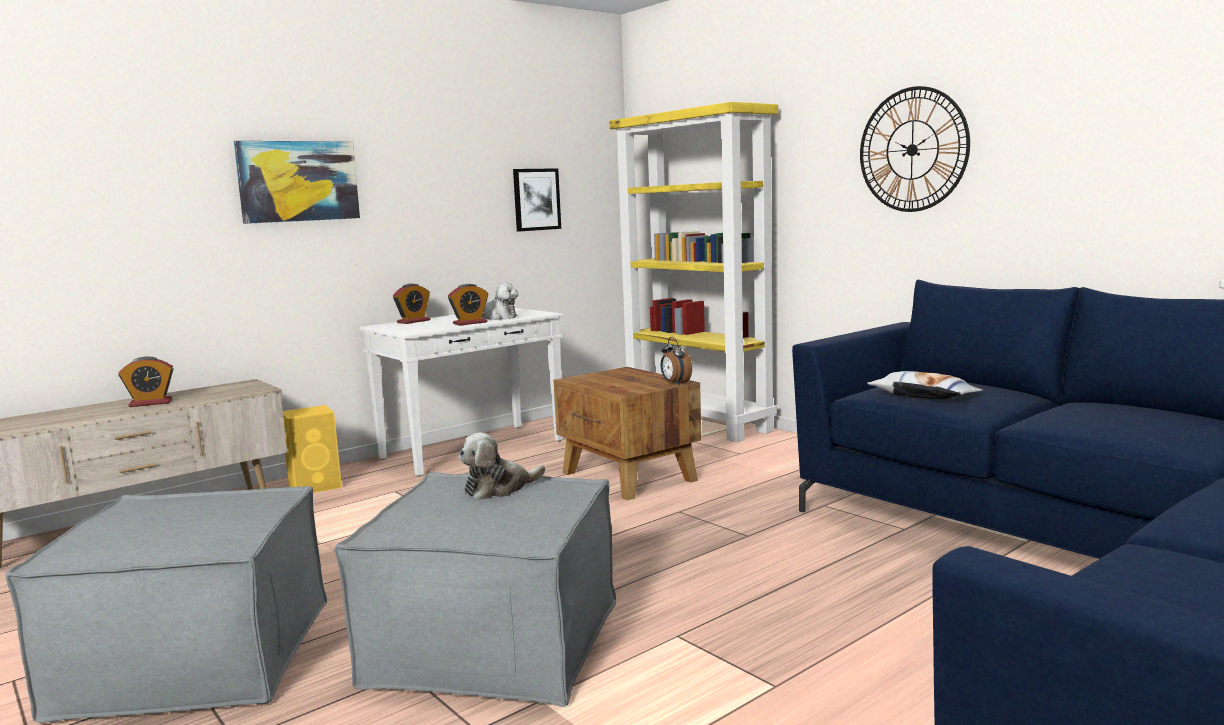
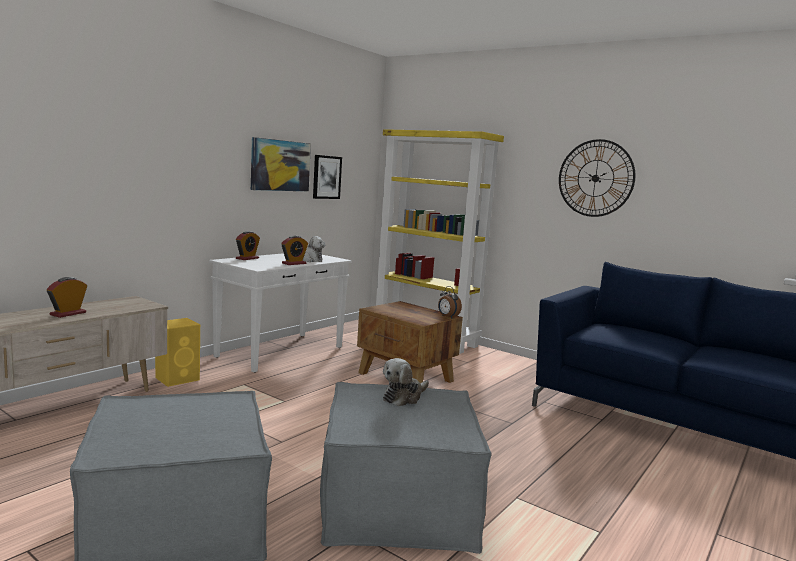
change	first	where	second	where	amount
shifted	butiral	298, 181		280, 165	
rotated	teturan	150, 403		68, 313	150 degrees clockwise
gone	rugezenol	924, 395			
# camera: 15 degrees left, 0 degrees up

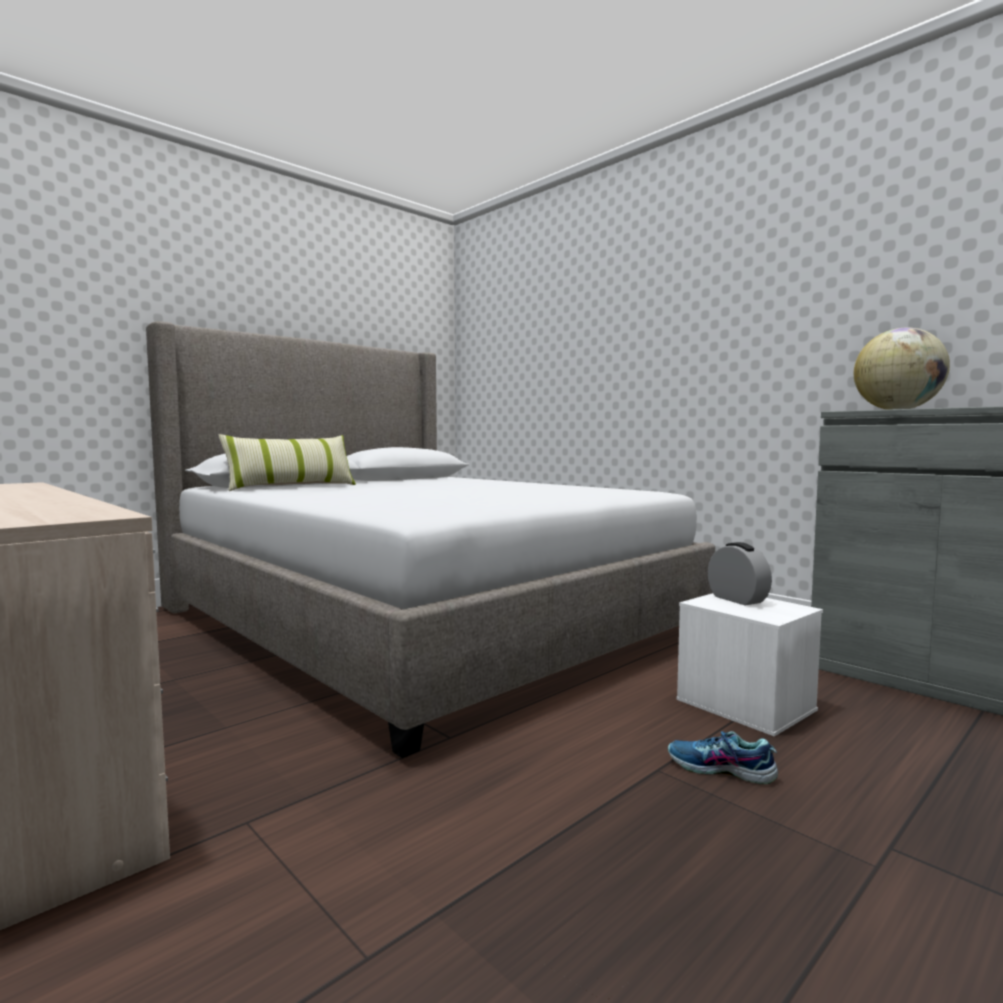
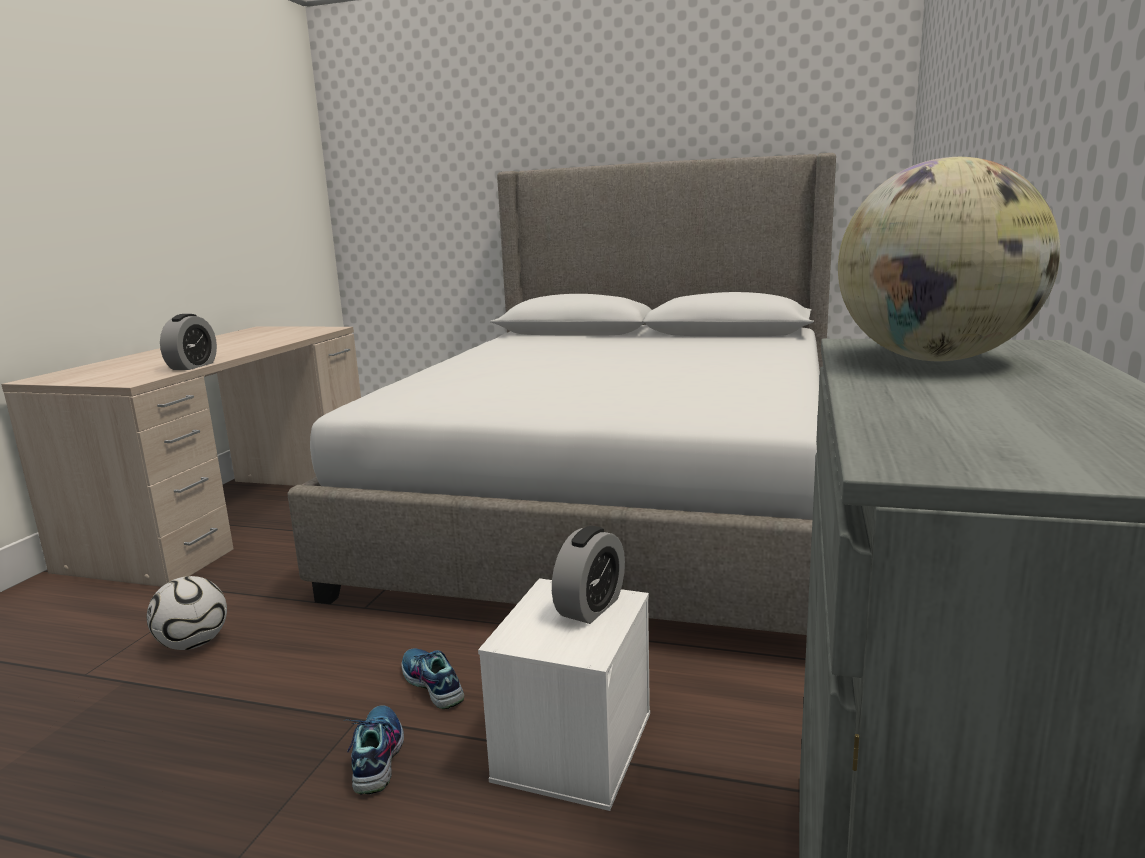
change	first	where	second	where	amount
gone	rugezenol	291, 487			
new			teturan	192, 366	
new			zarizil	194, 644	
new			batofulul	431, 685	
# camera: 60 degrees right, 10 degrees up

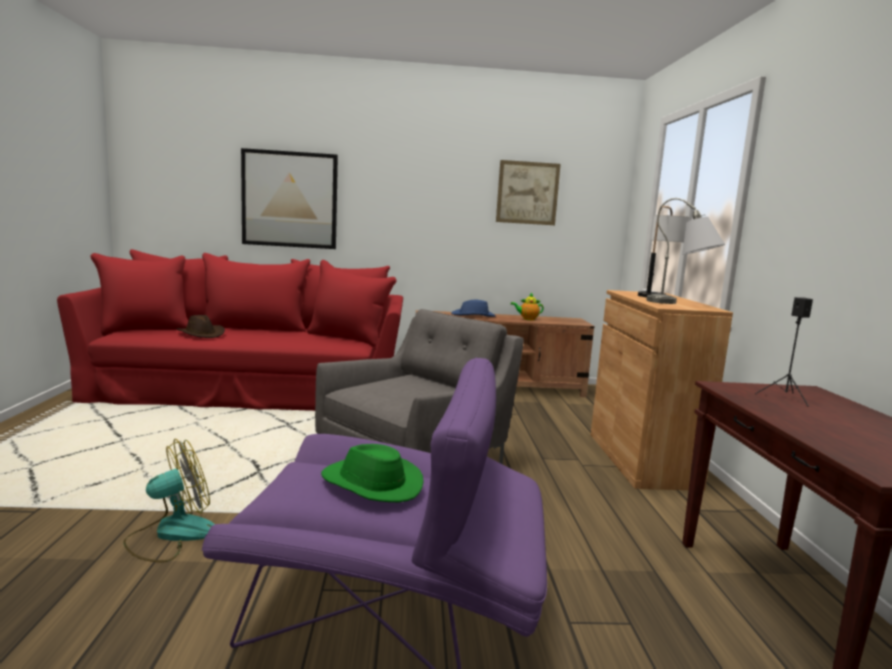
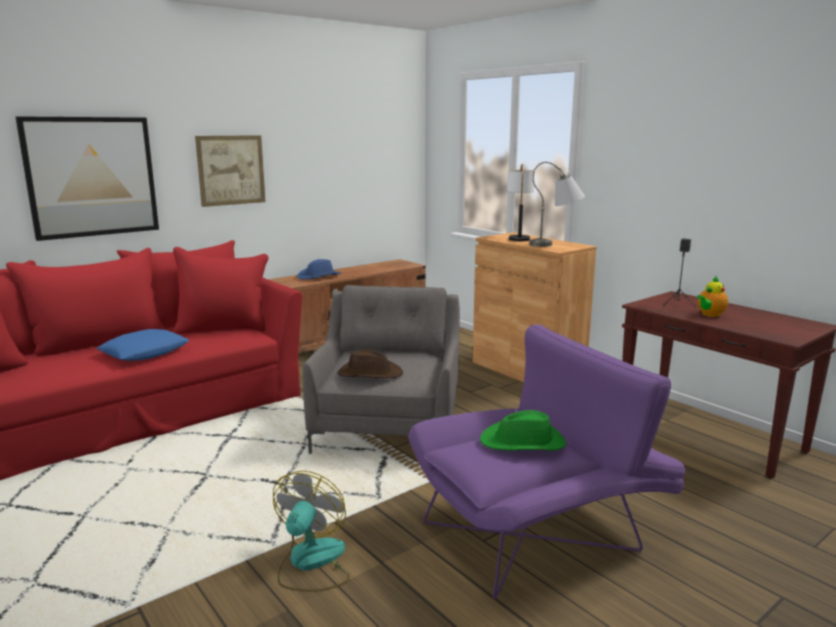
change	first	where	second	where	amount
shifted	butiral	527, 193		231, 170	
shifted	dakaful	527, 319		709, 315	
shifted	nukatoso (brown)	201, 334		369, 374	
new			rugezenol (blue)	145, 352	
# camera: 35 degrees left, 5 degrees up

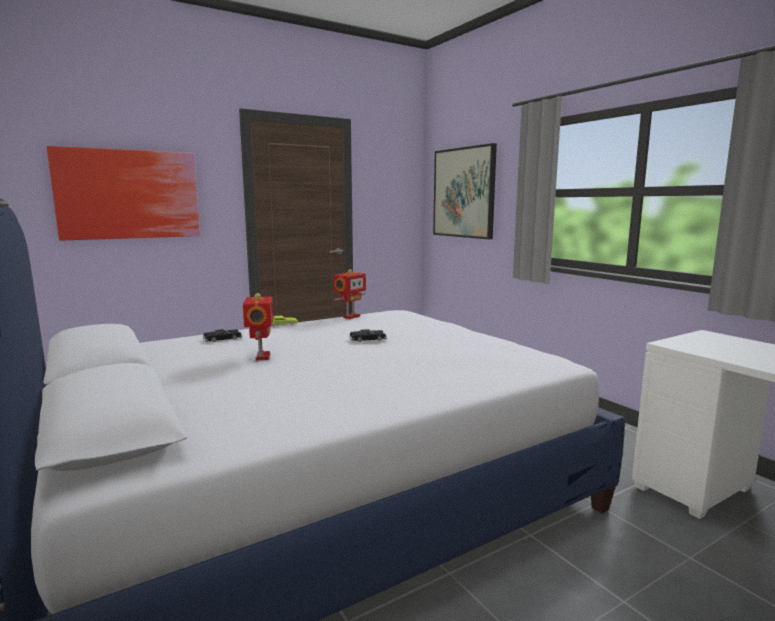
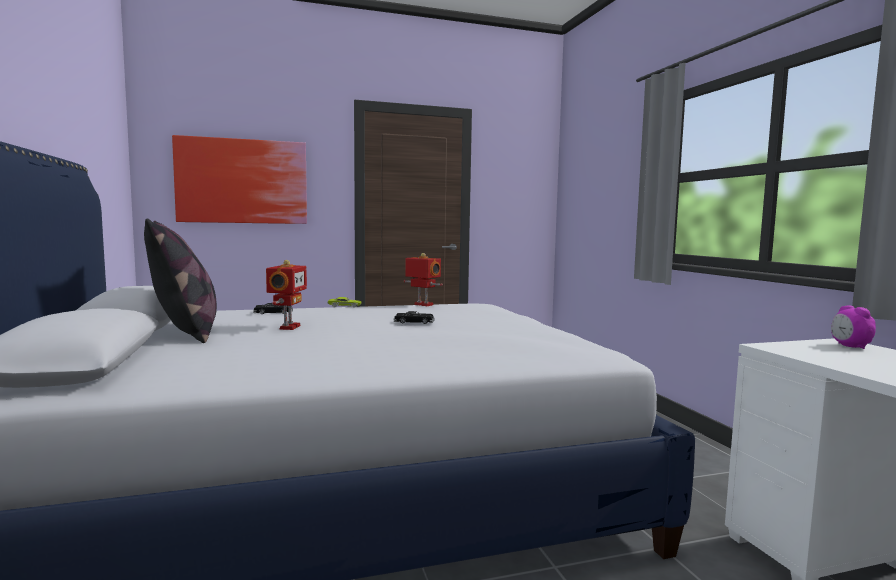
change	first	where	second	where	amount
gone	butiral	464, 193			
rotated	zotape	350, 317		422, 305	105 degrees counterclockwise
new			rugezenol	185, 332	
new			teturan	850, 346	
# camera: 15 degrees right, 5 degrees down

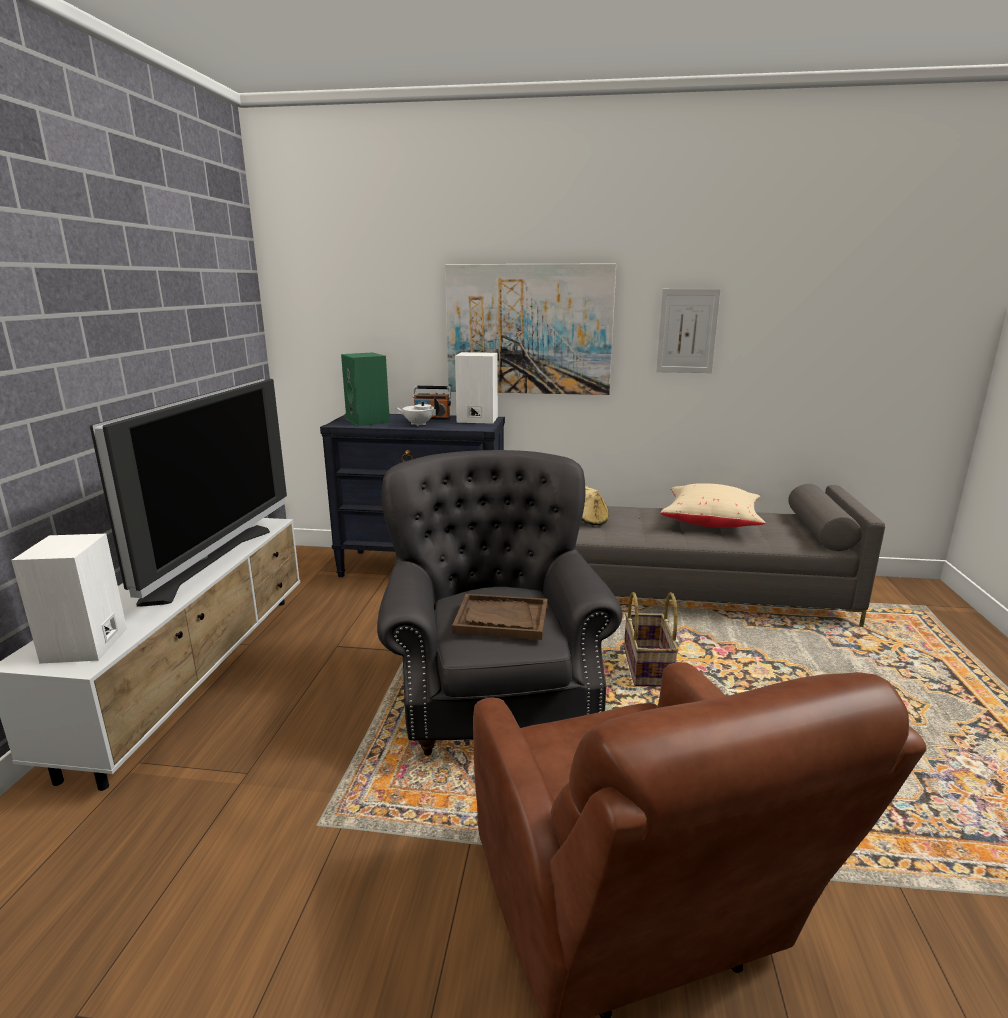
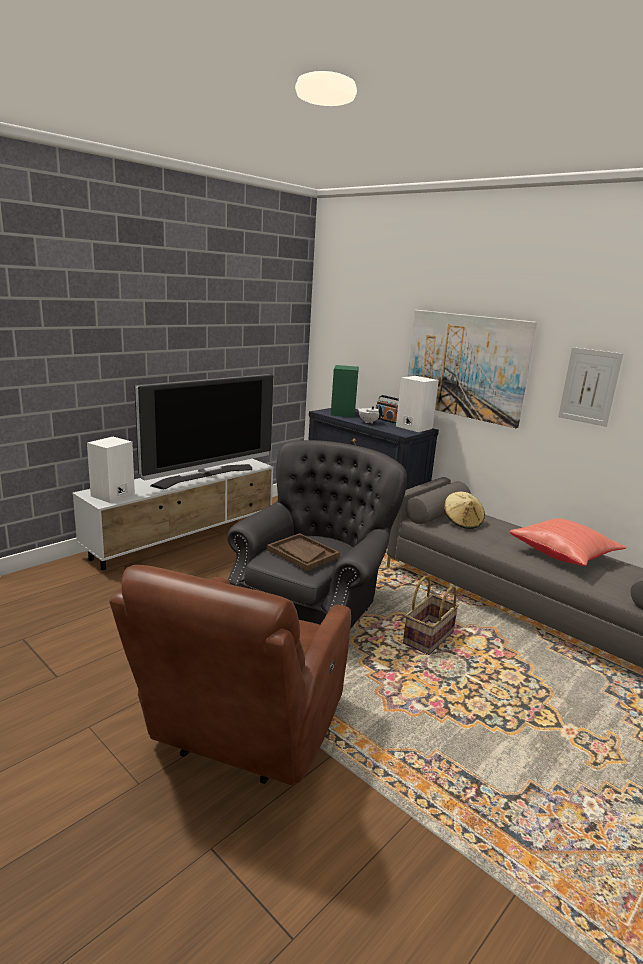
change	first	where	second	where	amount
repainted	rugezenol (beige)	711, 522	rugezenol (red)	564, 555	
# camera: 35 degrees right, 0 degrees up

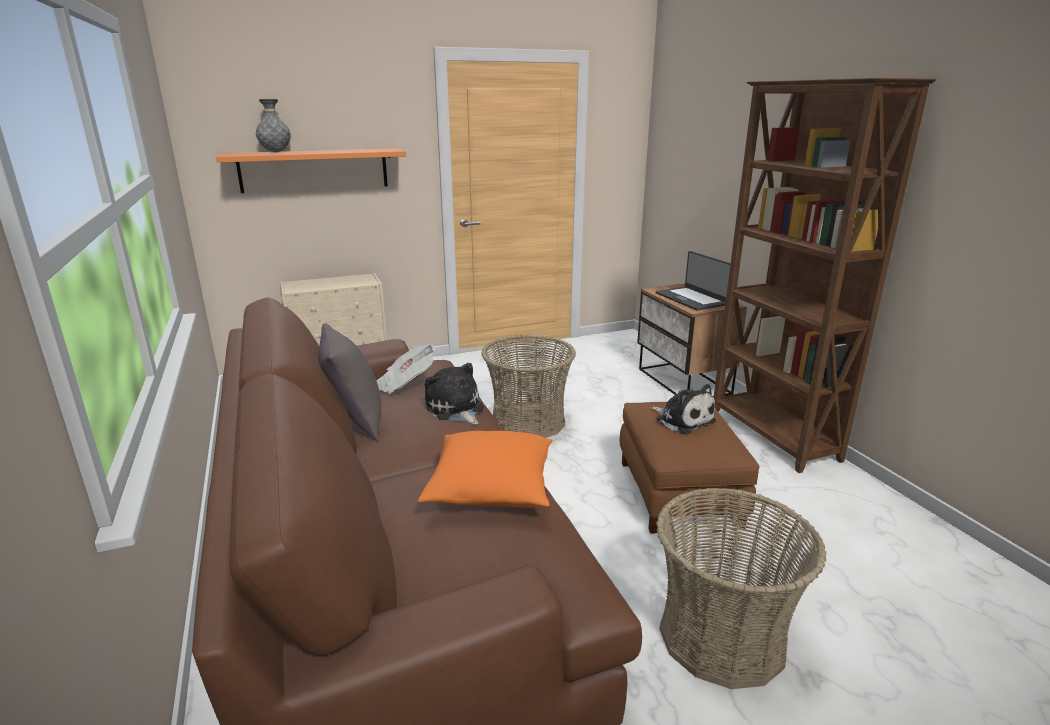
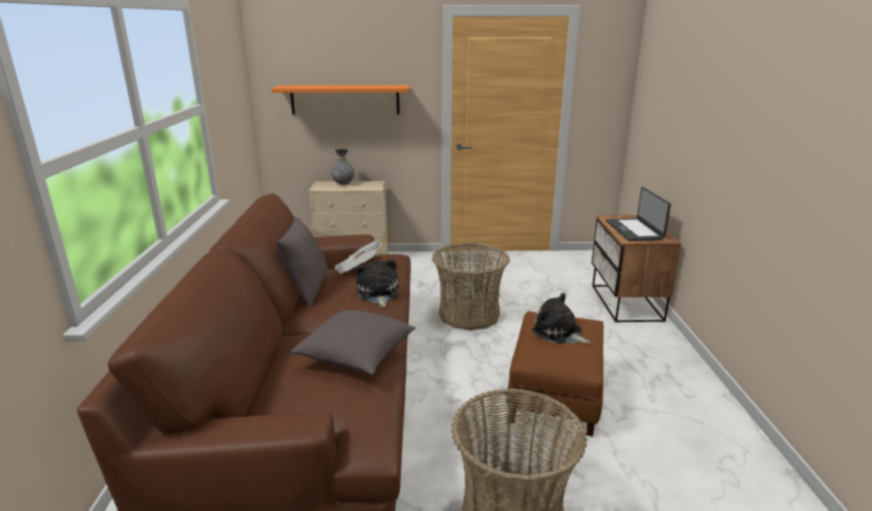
change	first	where	second	where	amount
gone	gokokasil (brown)	772, 436			
shifted	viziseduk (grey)	275, 152		343, 184	
rotated	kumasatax	682, 420		559, 333	150 degrees clockwise
repainted	rugezenol (orange)	492, 490	rugezenol (grey)	357, 357	
# camera: 20 degrees right, 0 degrees up

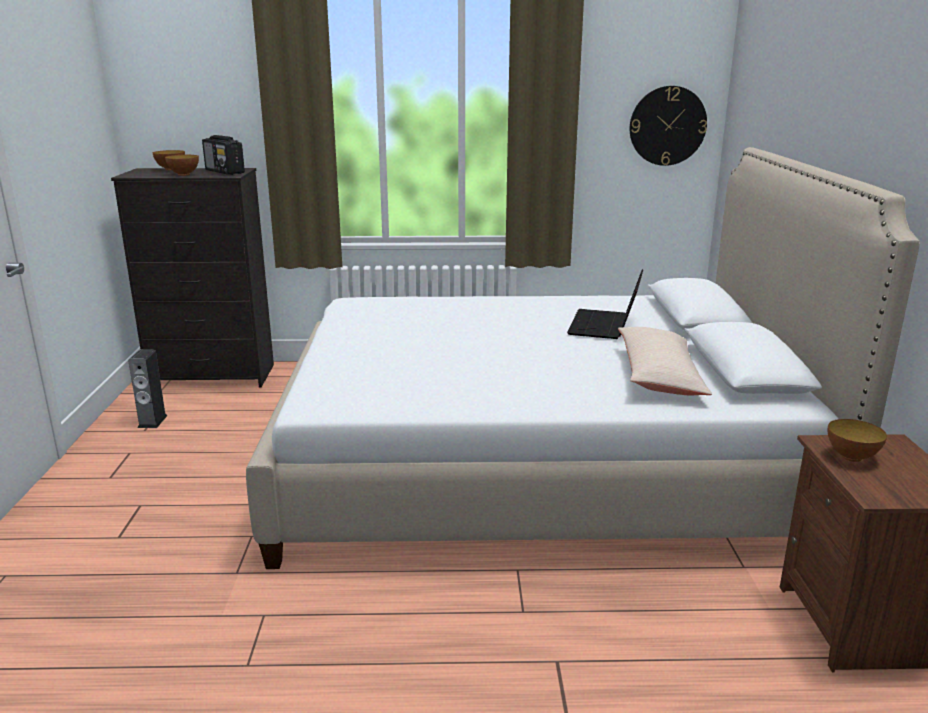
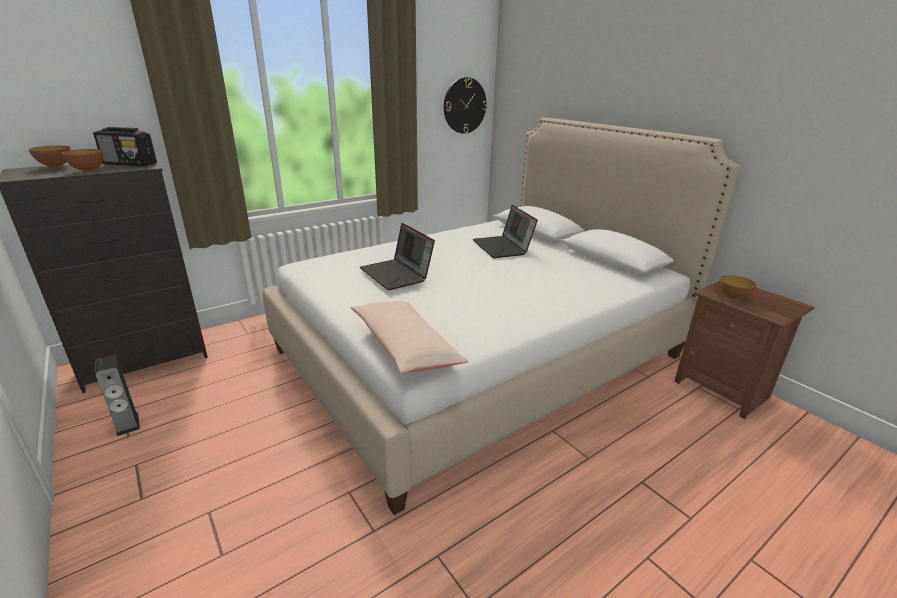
change	first	where	second	where	amount
shifted	rugezenol (beige)	659, 375		405, 346	
new			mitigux	397, 274	
# camera: 35 degrees left, 5 degrees up

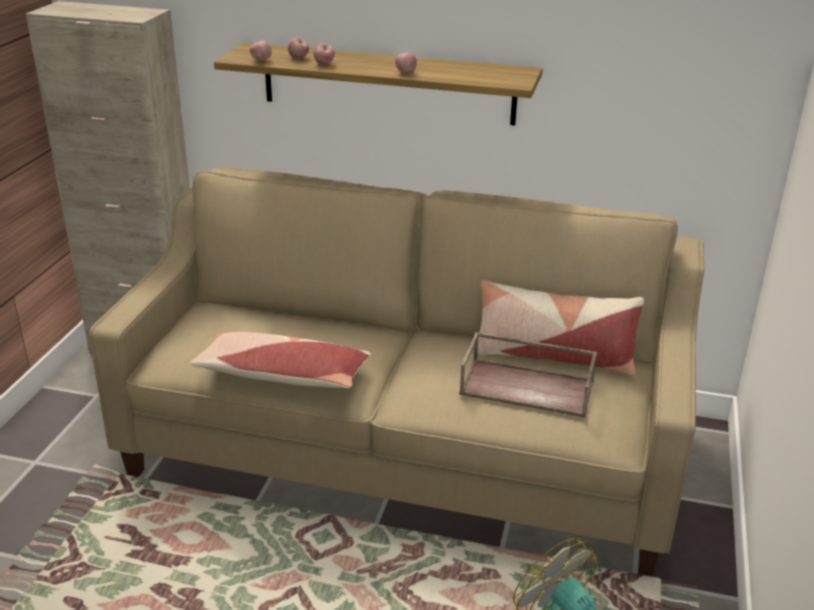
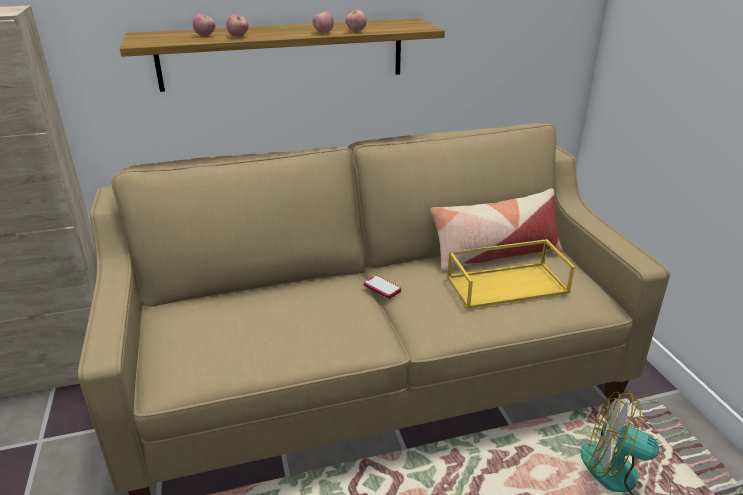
change	first	where	second	where	amount
shifted	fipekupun	261, 60		356, 31	
gone	rugezenol	282, 375			
repainted	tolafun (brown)	528, 387	tolafun (yellow)	507, 284	
new			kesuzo	382, 288	
# camera: 30 degrees left, 0 degrees up

